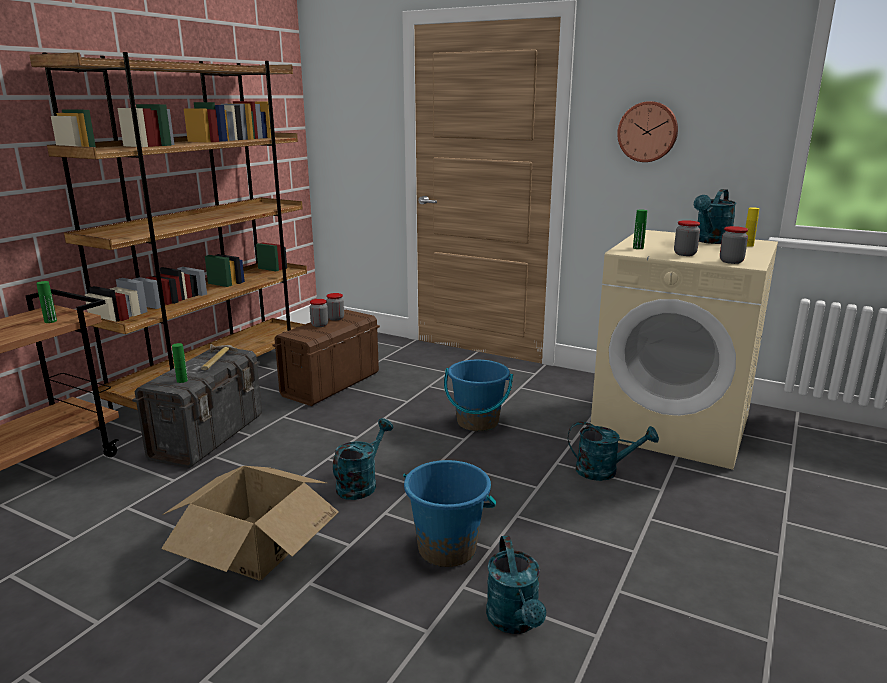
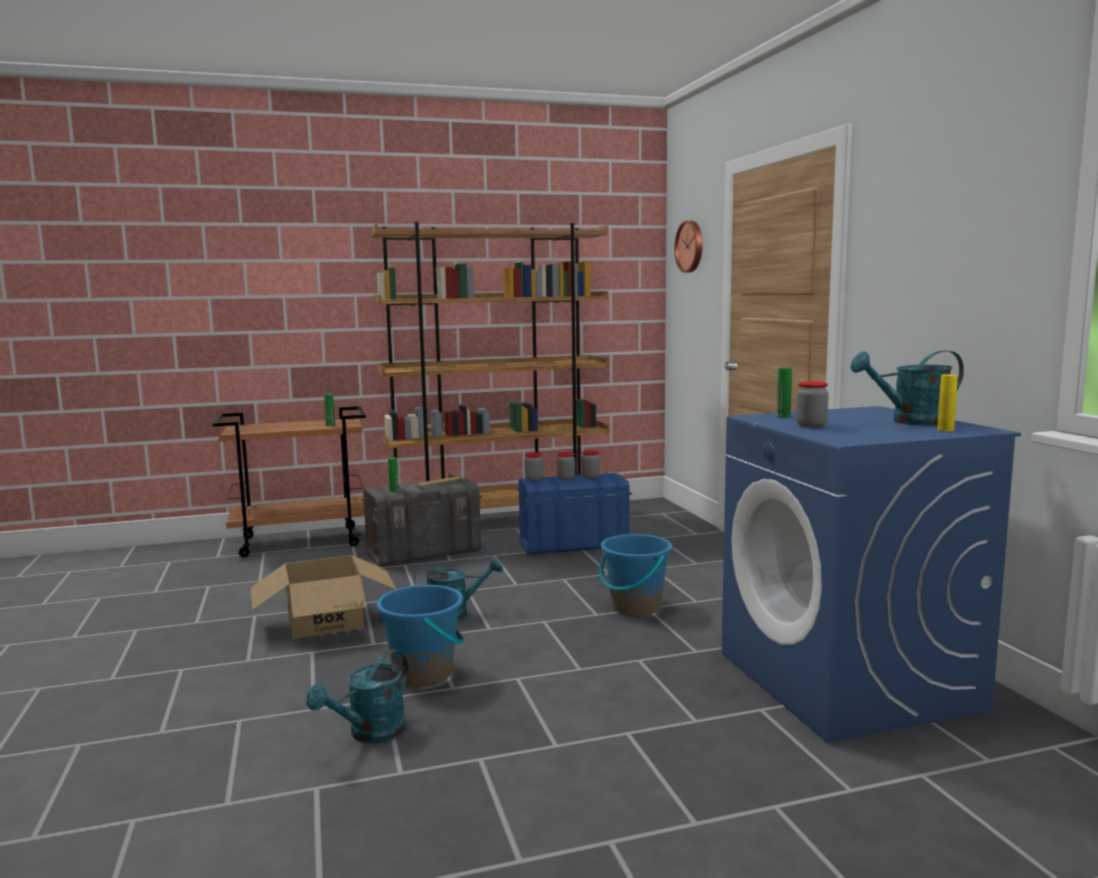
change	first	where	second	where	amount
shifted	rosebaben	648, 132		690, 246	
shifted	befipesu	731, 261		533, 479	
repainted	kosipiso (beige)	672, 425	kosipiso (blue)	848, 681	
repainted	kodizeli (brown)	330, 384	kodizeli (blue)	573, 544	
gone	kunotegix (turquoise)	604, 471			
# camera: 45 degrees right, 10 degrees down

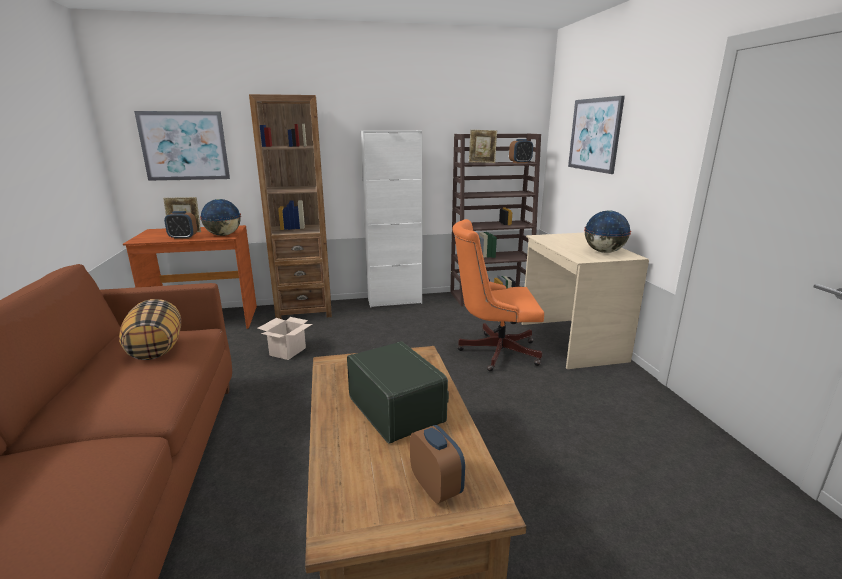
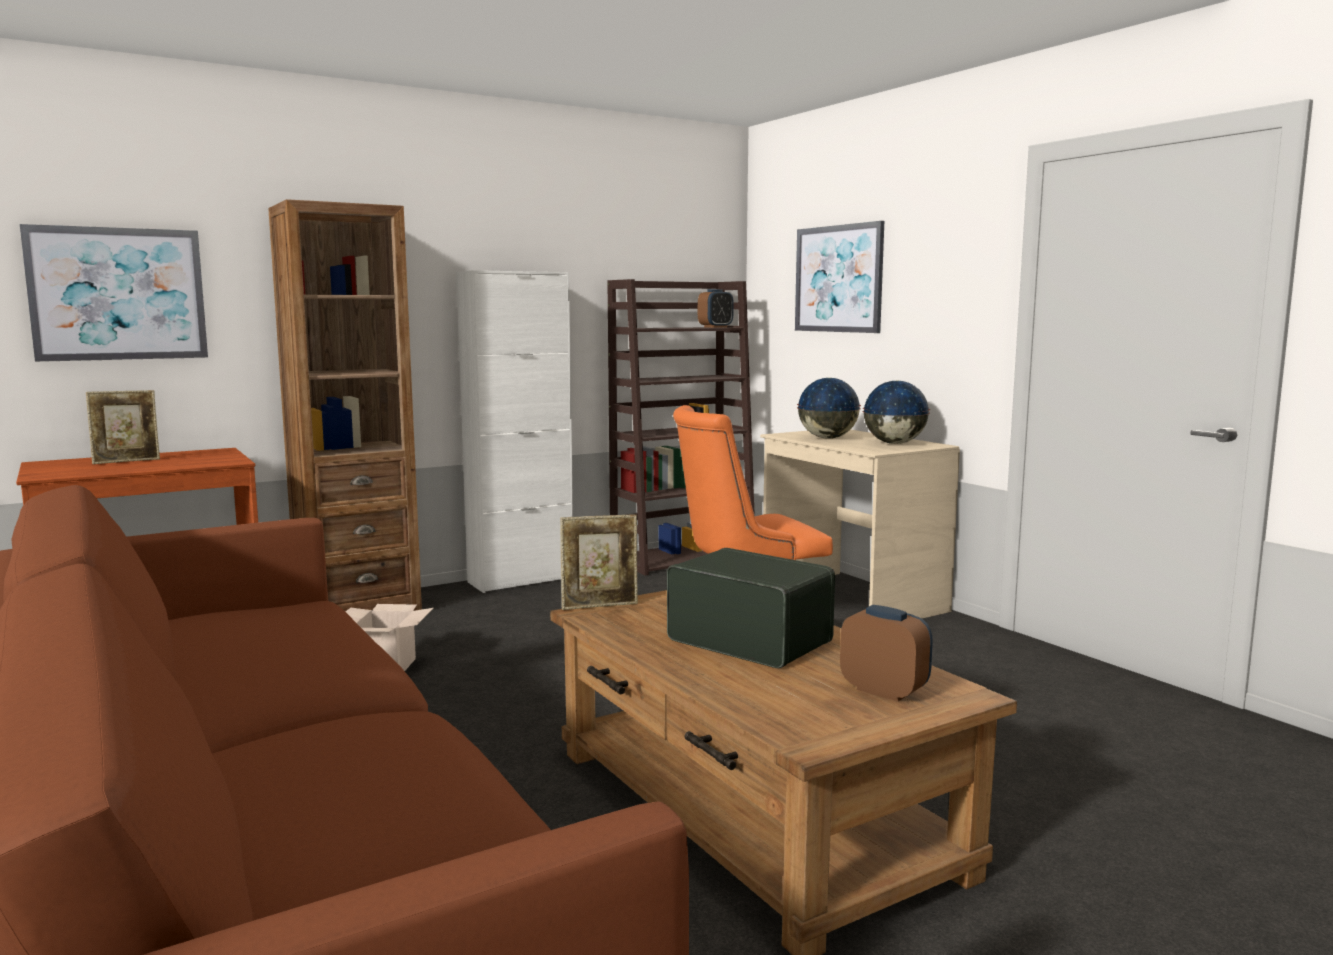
change	first	where	second	where	amount
shifted	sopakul	482, 162		600, 606	
shifted	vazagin	224, 235		828, 438	
gone	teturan	183, 238			
gone	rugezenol	156, 349			
# camera: 20 degrees left, 10 degrees down

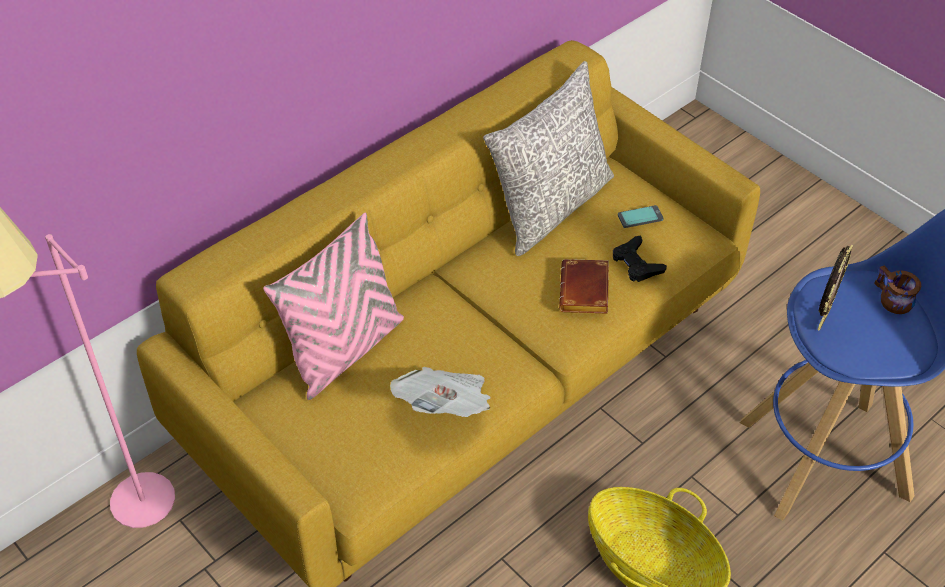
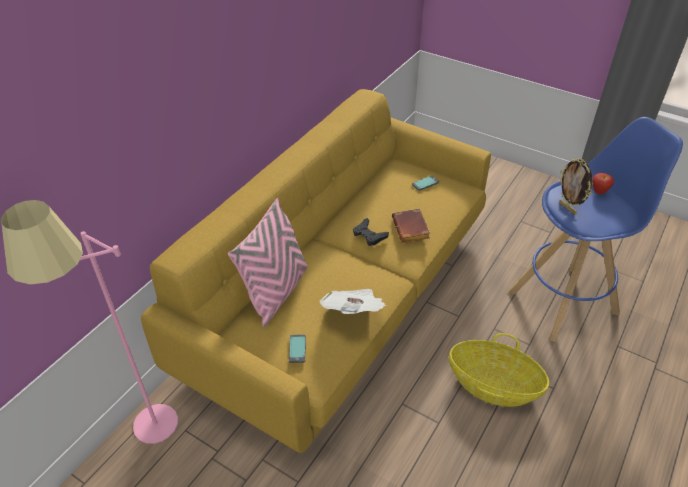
change	first	where	second	where	amount
gone	rugezenol (grey)	550, 206			
shifted	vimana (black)	636, 263		369, 235	
rotated	sopakul	822, 318		568, 208	135 degrees clockwise
swapped	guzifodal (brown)	890, 299	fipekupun	599, 192	
new			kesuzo	297, 349	
# camera: 15 degrees left, 5 degrees down

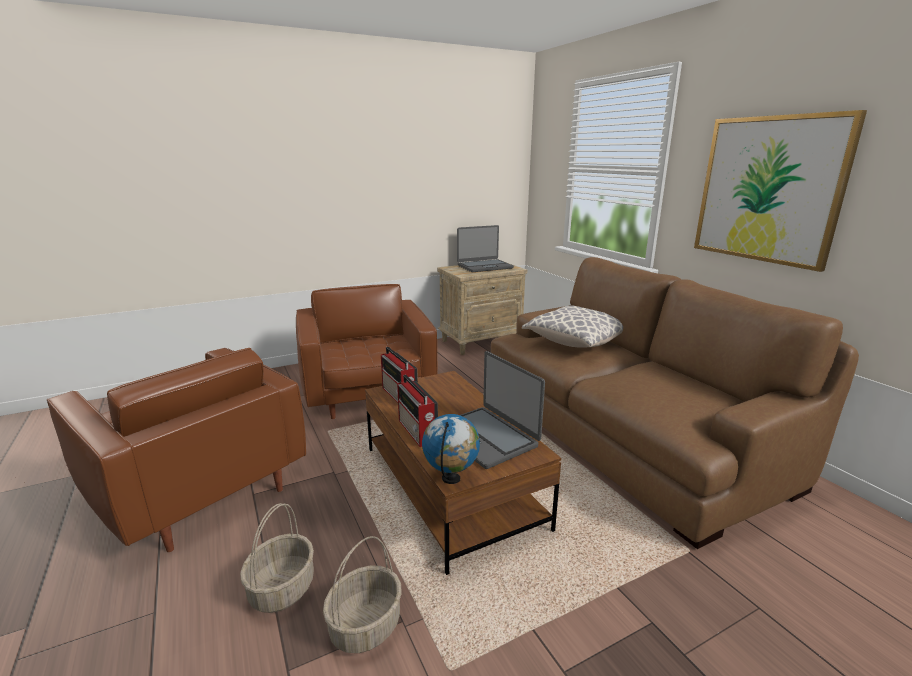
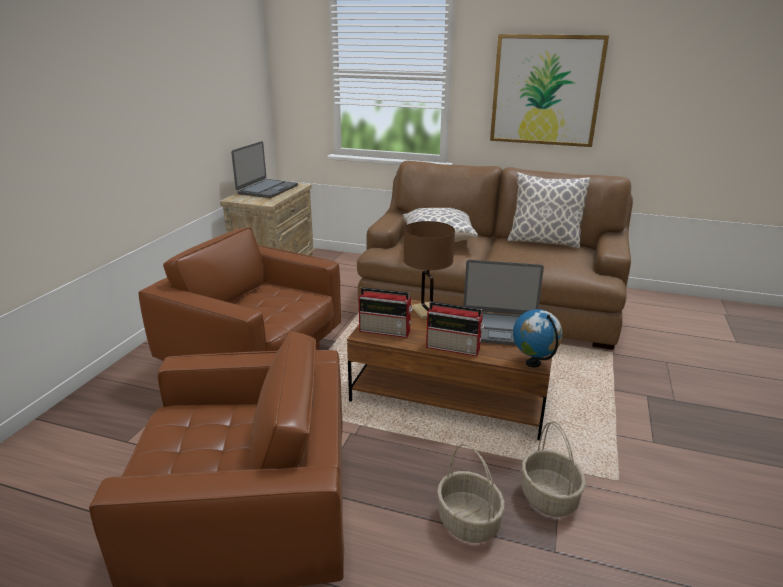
change	first	where	second	where	amount
new			rugezenol	543, 242	
new			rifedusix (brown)	426, 311	
# camera: 45 degrees left, 5 degrees up

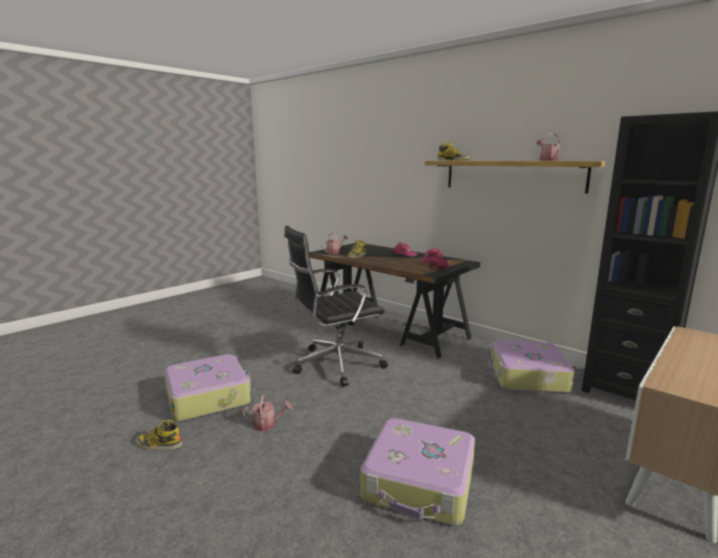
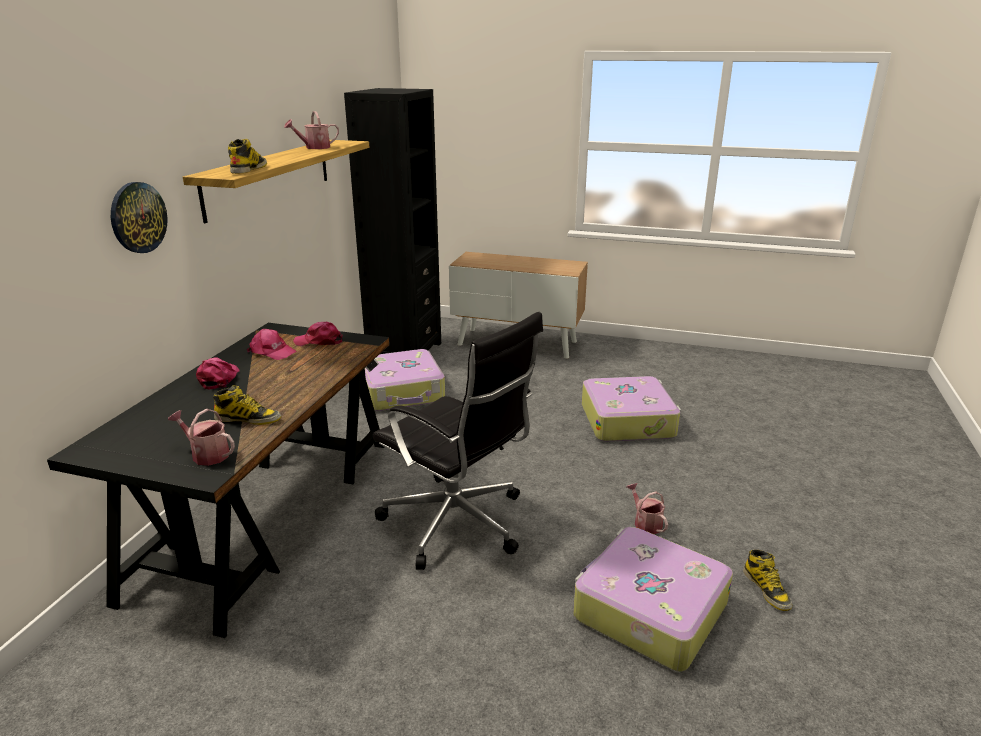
change	first	where	second	where	amount
new			rosebaben	138, 217	
# camera: 115 degrees left, 10 degrees up

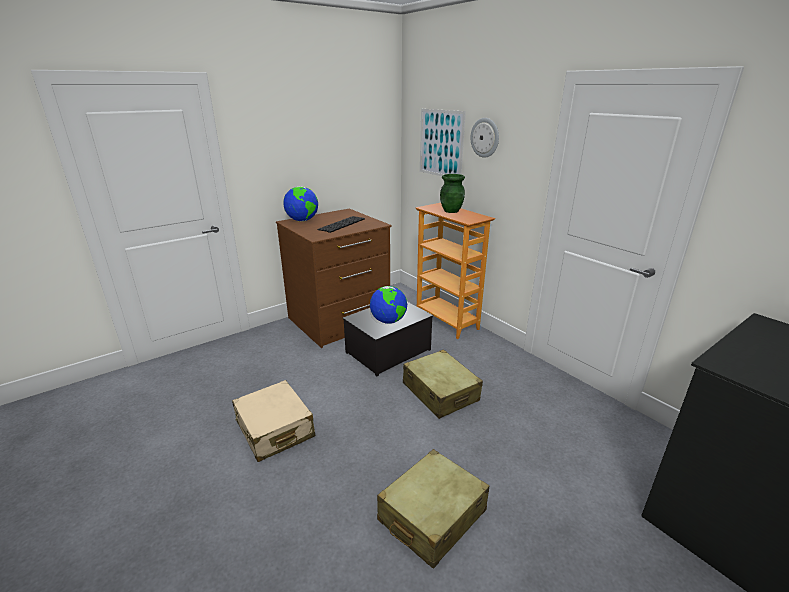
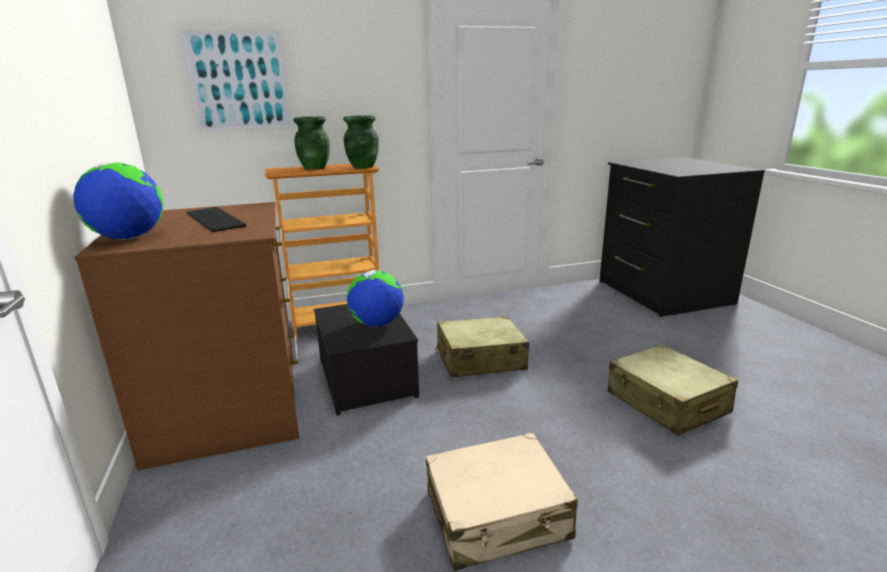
change	first	where	second	where	amount
gone	rosebaben	485, 137			
new			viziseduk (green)	362, 167	
# camera: 70 degrees left, 5 degrees down

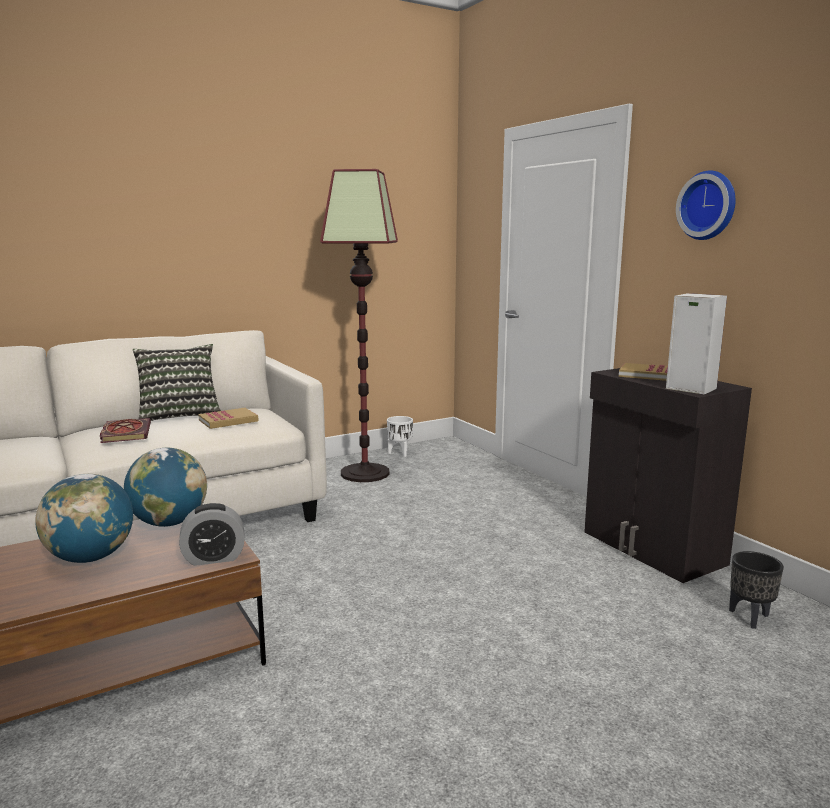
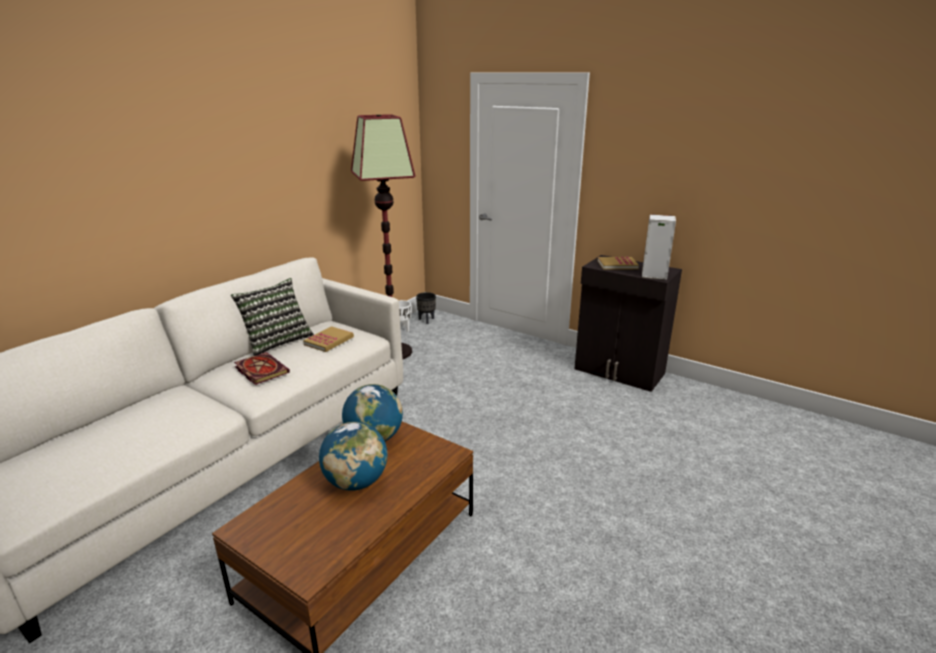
change	first	where	second	where	amount
gone	rosebaben	709, 205			
gone	teturan	214, 558			
shifted	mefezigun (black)	750, 617		427, 320	
# camera: 25 degrees left, 10 degrees up

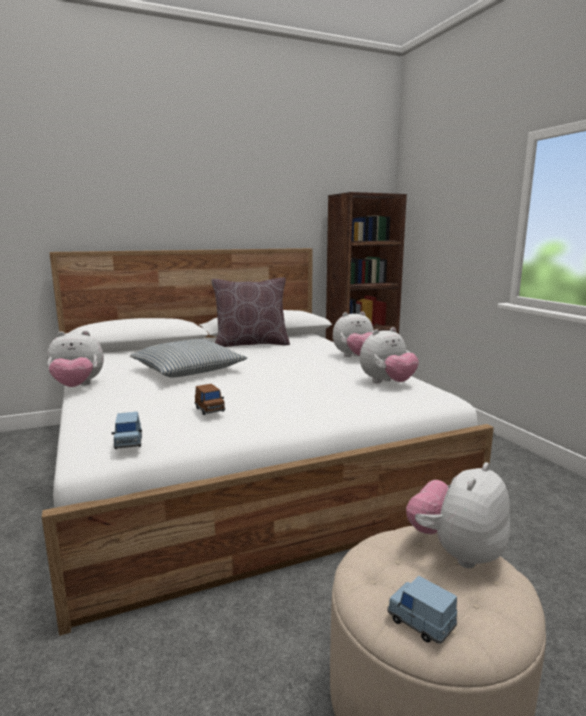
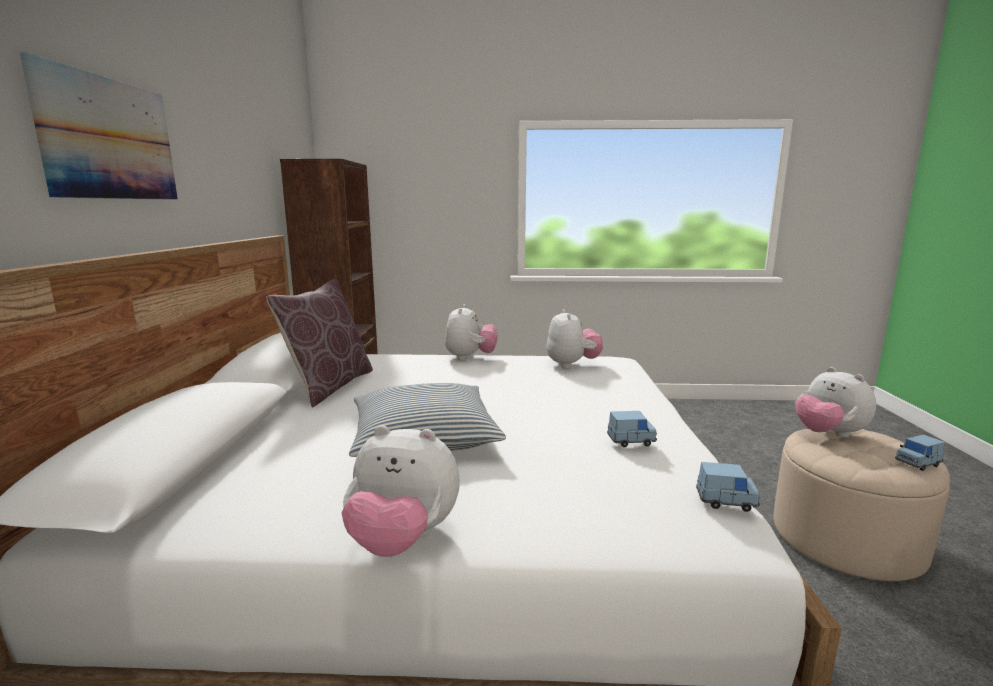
change	first	where	second	where	amount
rotated	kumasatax	77, 387		403, 540	90 degrees clockwise
repainted	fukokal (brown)	210, 410	fukokal (blue)	631, 441	
new			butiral	110, 139	
# camera: 65 degrees left, 0 degrees up

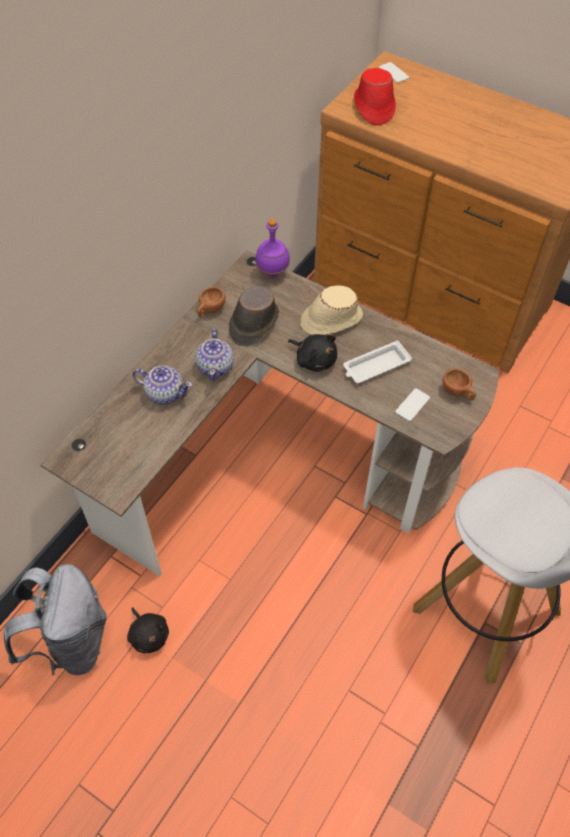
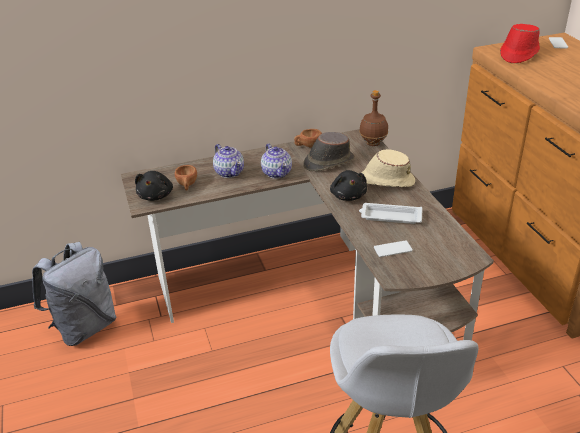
change	first	where	second	where	amount
repainted	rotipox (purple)	273, 273	rotipox (brown)	373, 143	
rotated	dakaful	216, 366		277, 173	60 degrees counterclockwise
shifted	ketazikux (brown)	458, 392		187, 185	
shifted	kumasatax (black)	149, 635		156, 195	
# camera: 40 degrees right, 20 degrees down

